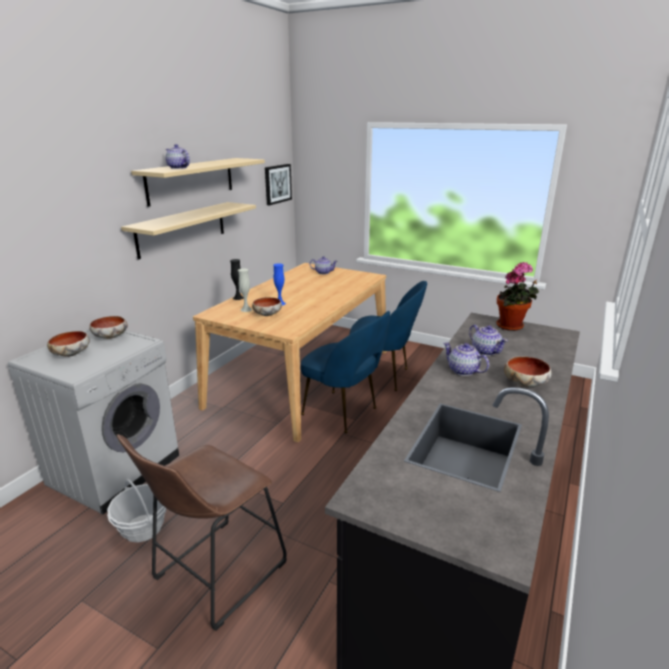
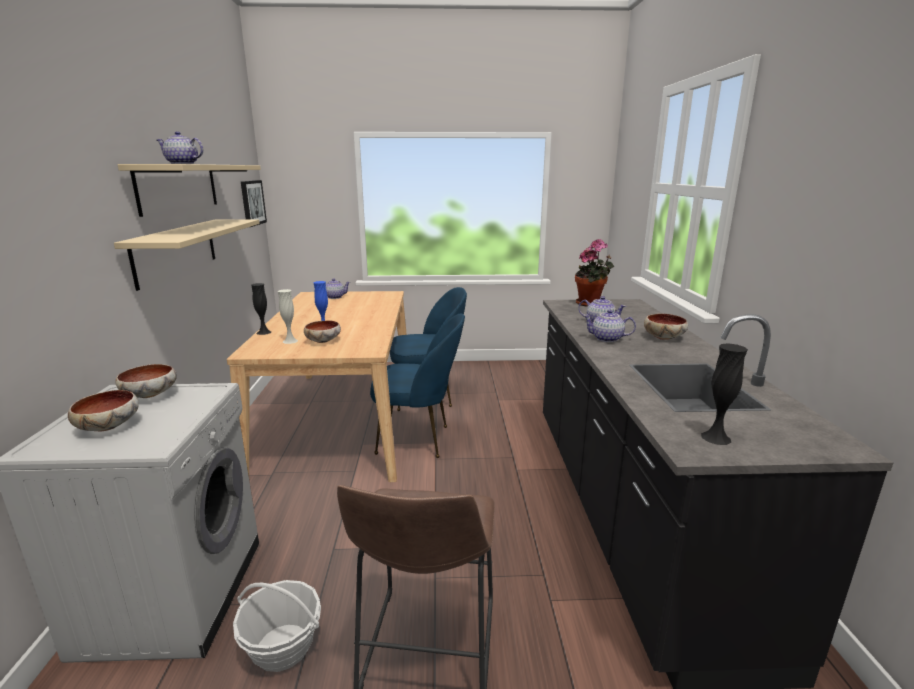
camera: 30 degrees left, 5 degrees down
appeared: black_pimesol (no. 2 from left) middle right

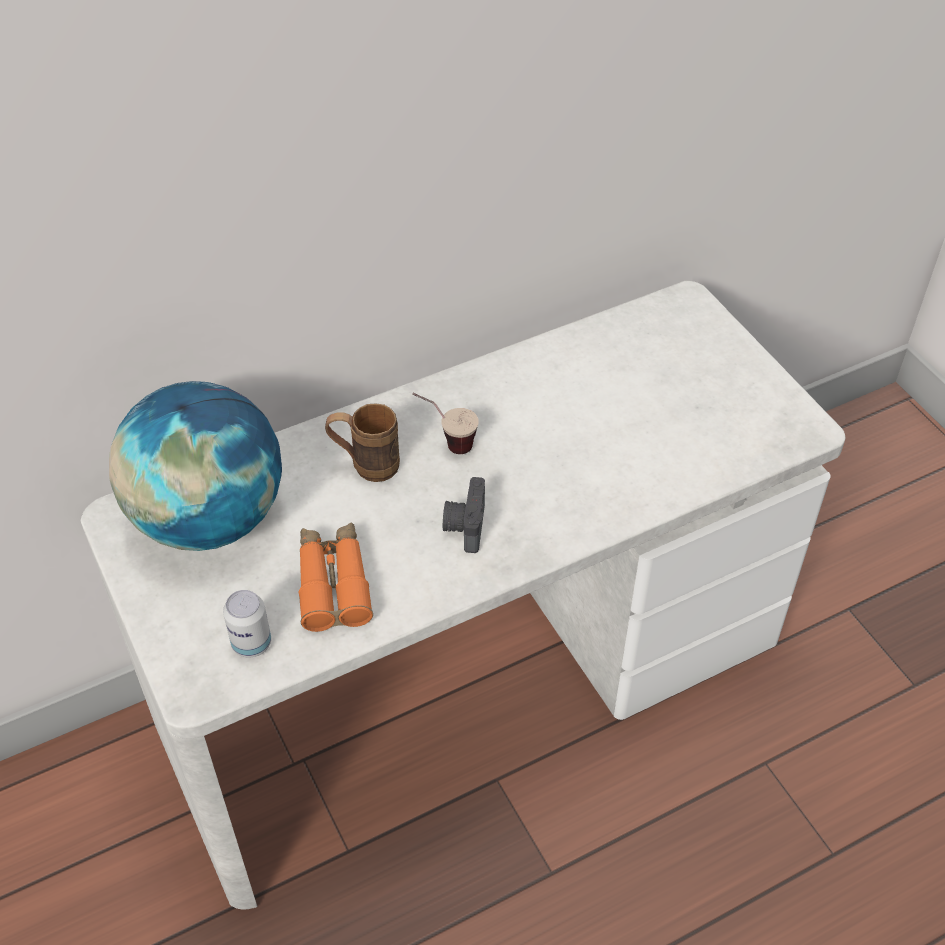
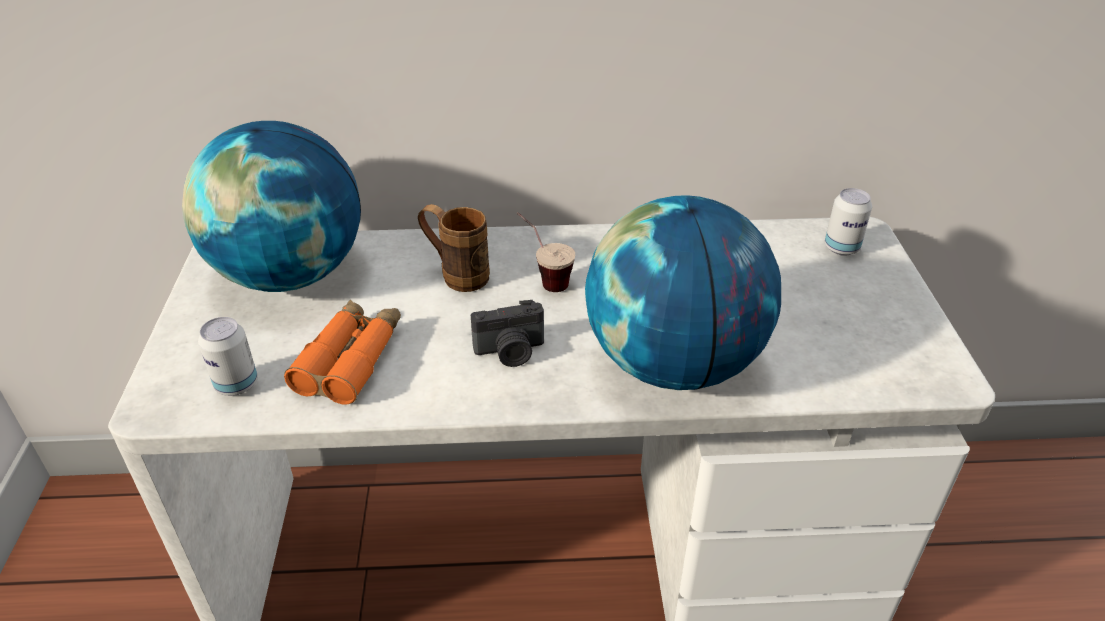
camera: 25 degrees right, 10 degrees down
appeared: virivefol (no. 2 from left) centre; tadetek (no. 2 from left) middle right
spun: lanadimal centre = centre 135 degrees counterclockwise

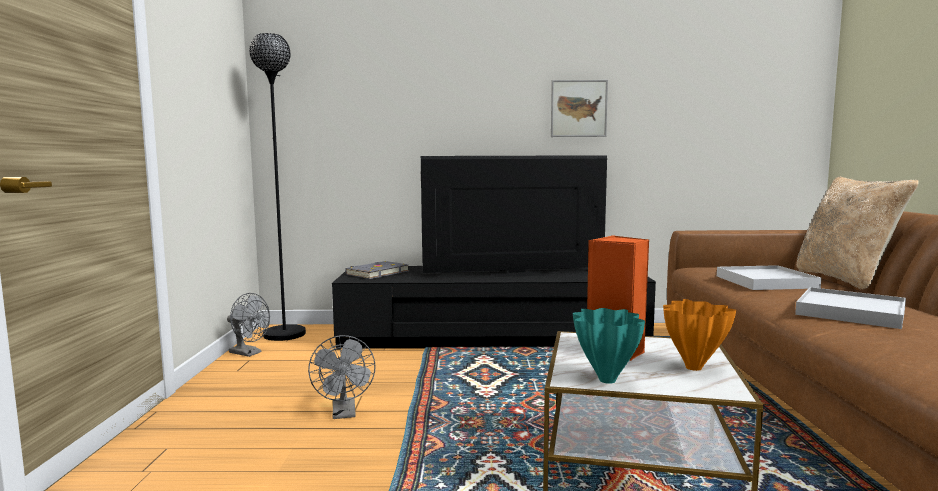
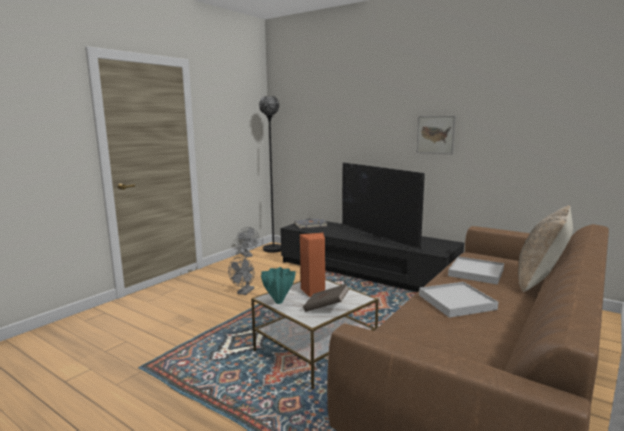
camera: 35 degrees right, 5 degrees up
exchanged: orange_pimesol bottom right to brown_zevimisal bottom centre
spun: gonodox centre = centre 150 degrees counterclockwise

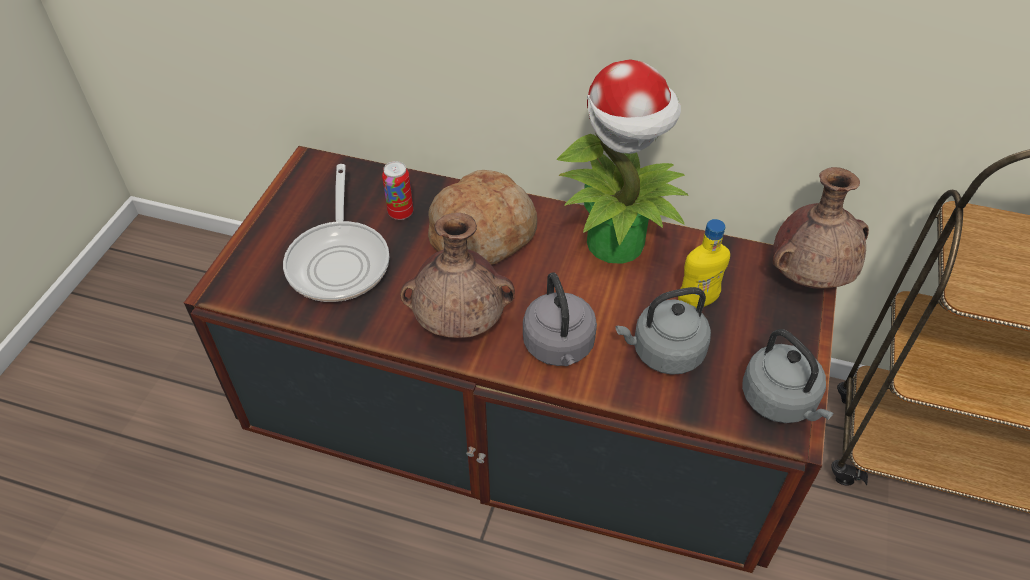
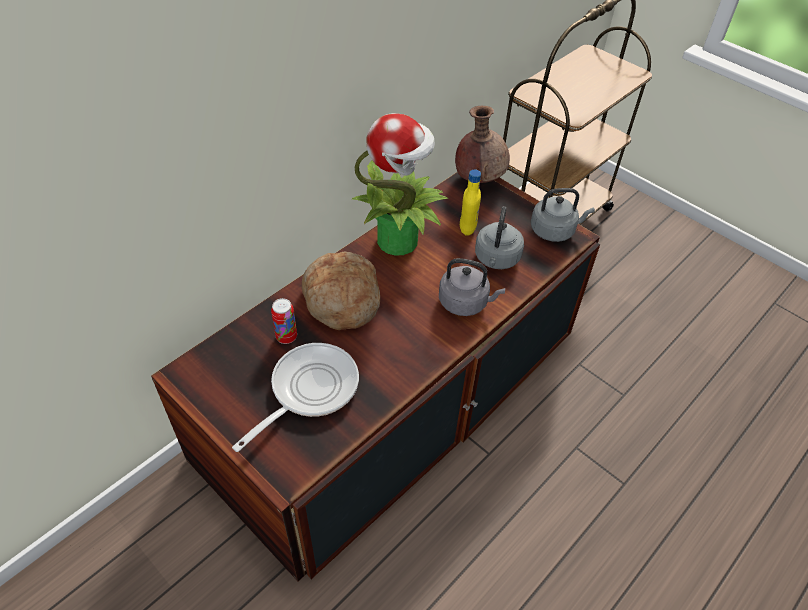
camera: 65 degrees left, 0 degrees up
missing: brown_pimesol (no. 1 from left) centre
spun: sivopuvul middle left = centre 75 degrees counterclockwise

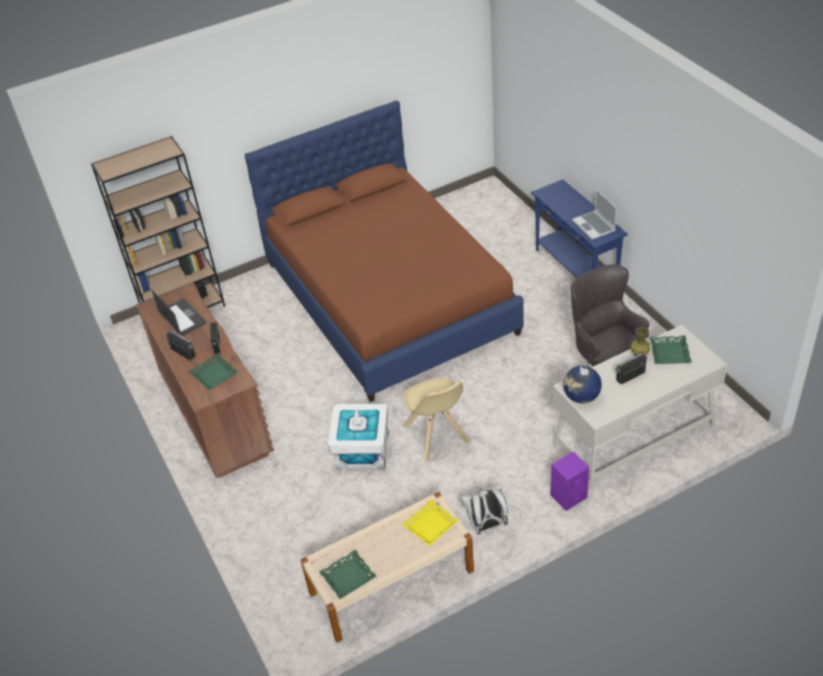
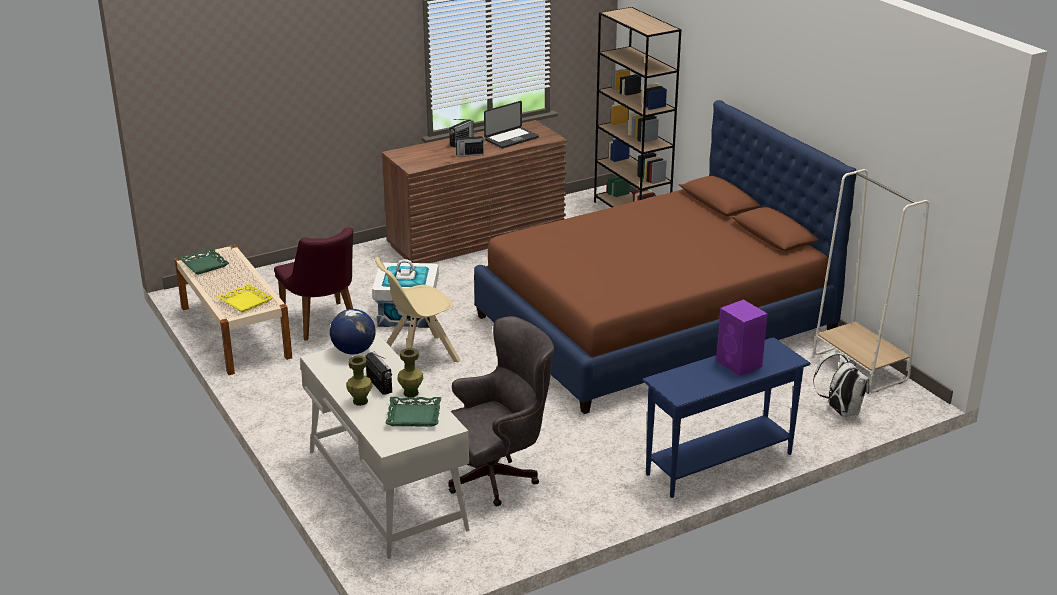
camera: 85 degrees right, 15 degrees down
missing: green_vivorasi (no. 1 from left) middle left; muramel (no. 2 from left) top right
appeared: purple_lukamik middle left; green_pimesol (no. 1 from left) centre; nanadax middle right
relocated: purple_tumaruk bottom right to middle right; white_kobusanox bottom centre to middle right

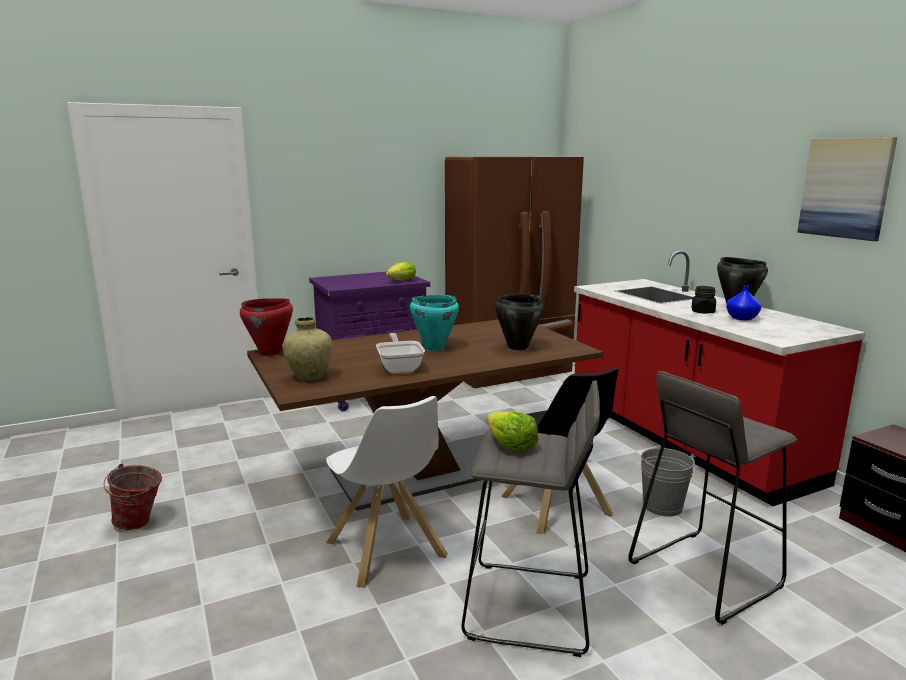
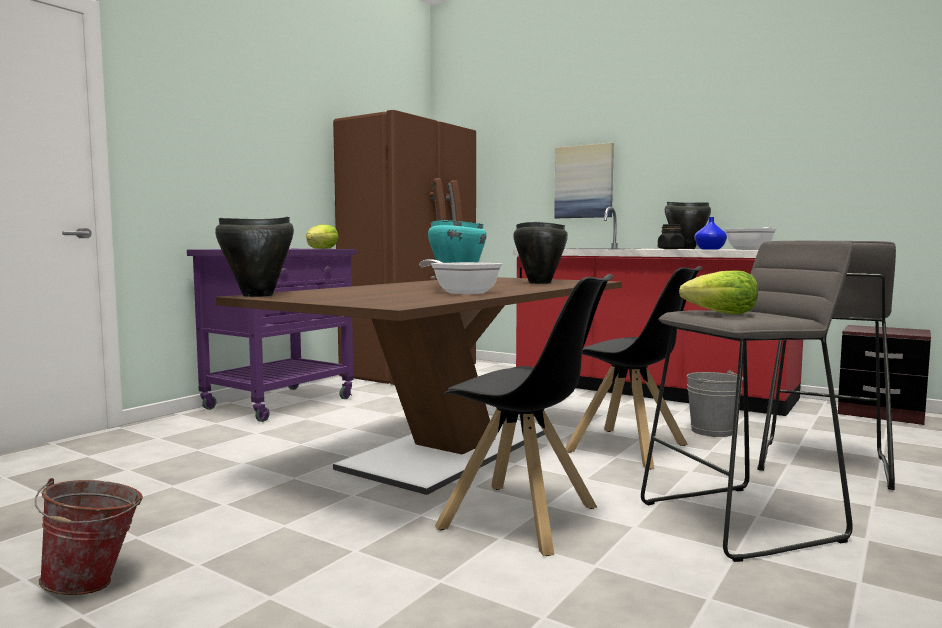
camera: 30 degrees left, 10 degrees down
missing: beige_pimesol centre
appeared: sivopuvul (no. 2 from left) middle right
relocated: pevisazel top right to top centre
colour: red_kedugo middle left to black_kedugo (no. 1 from left) middle left; white_lukamik bottom centre to black_lukamik (no. 1 from left) centre

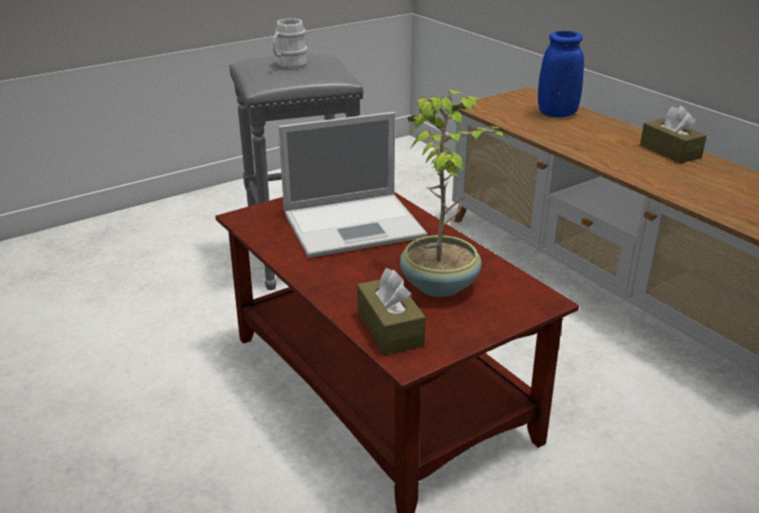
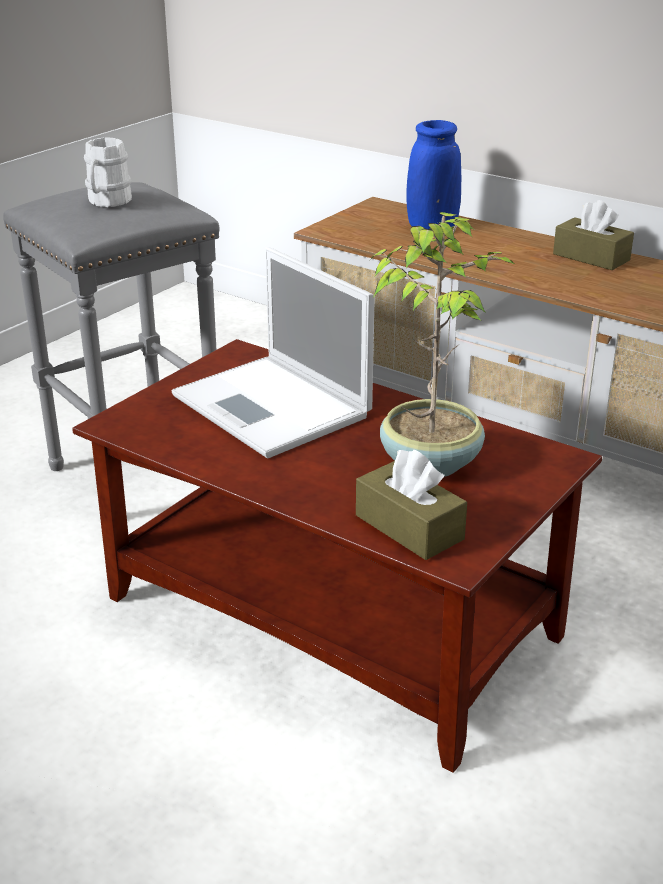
camera: 20 degrees left, 0 degrees up
spun: muramel centre = centre 90 degrees clockwise

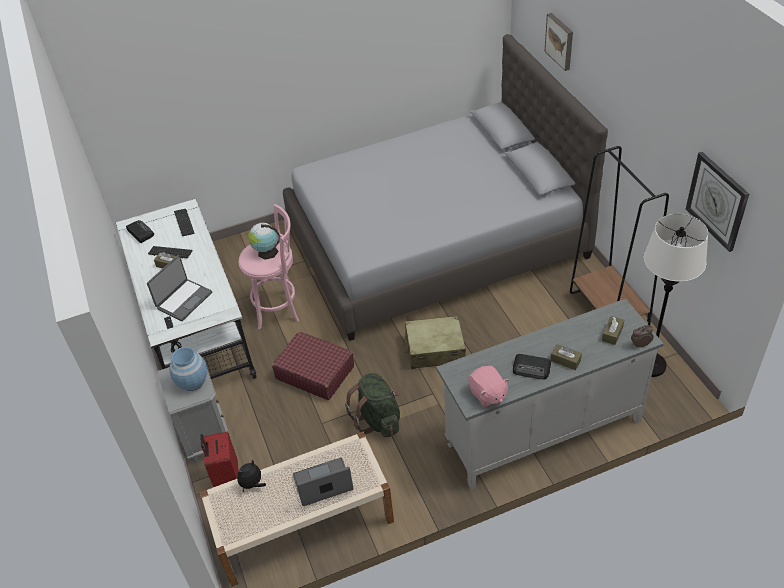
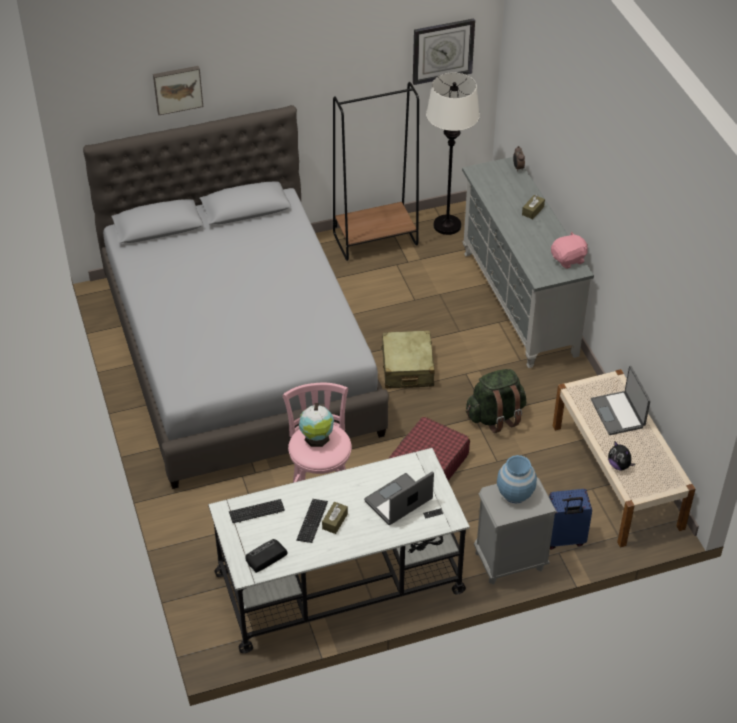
camera: 90 degrees left, 0 degrees up
missing: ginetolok (no. 2 from left) middle right; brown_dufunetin (no. 3 from left) middle right
colour: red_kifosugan (no. 1 from left) bottom left to blue_kifosugan bottom right
spun: muramel (no. 1 from left) middle left = bottom centre 75 degrees counterclockwise

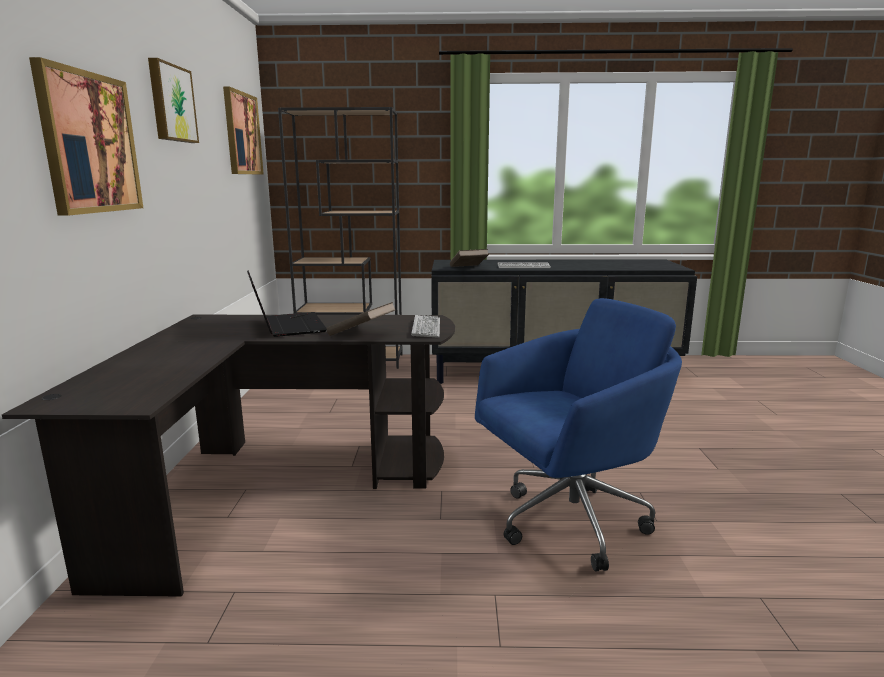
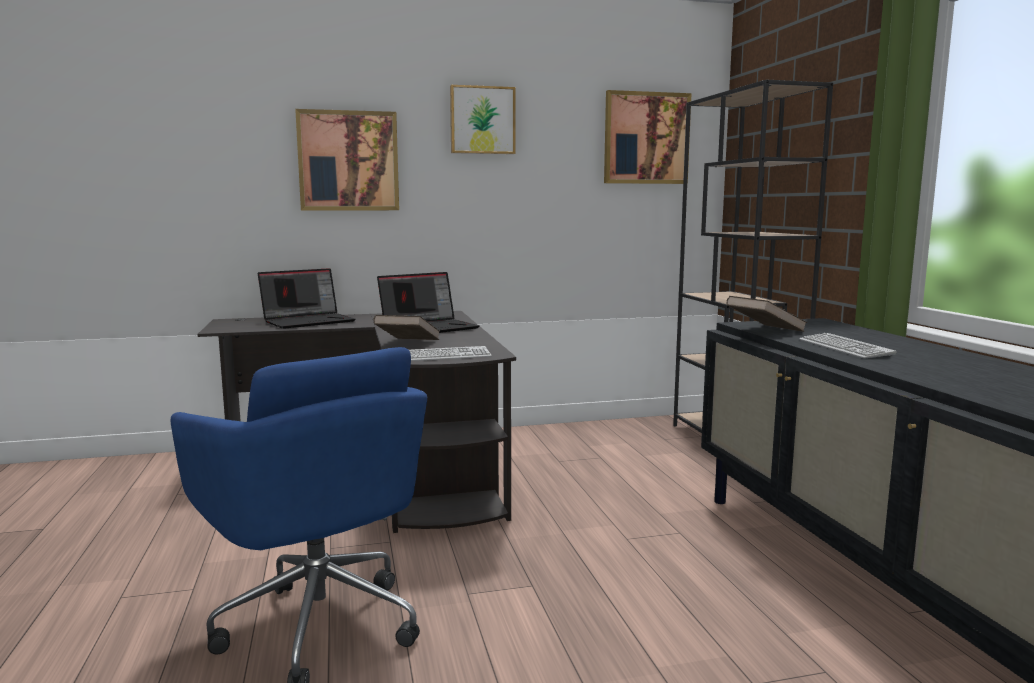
camera: 75 degrees right, 5 degrees down
appeared: muramel (no. 1 from left) middle left

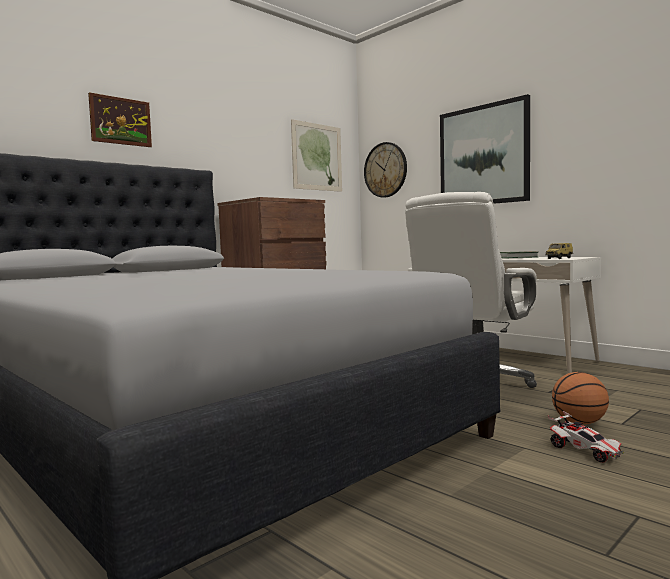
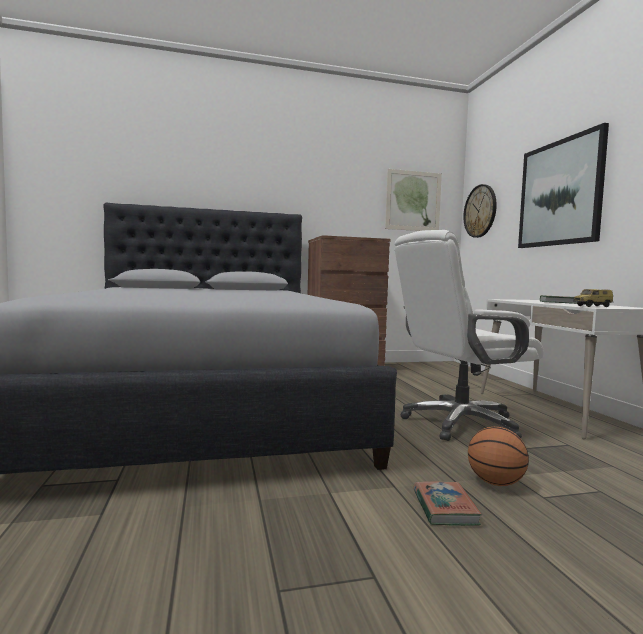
camera: 30 degrees right, 0 degrees up
missing: pevisazel (no. 1 from left) top left
exchanged: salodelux (no. 2 from left) bottom right to zevimisal (no. 1 from left) bottom right

